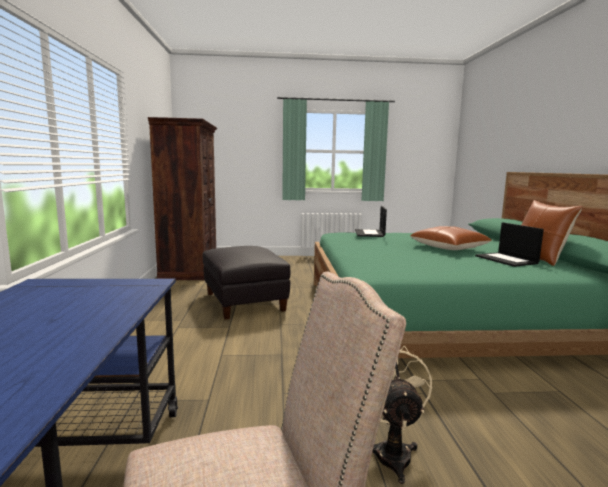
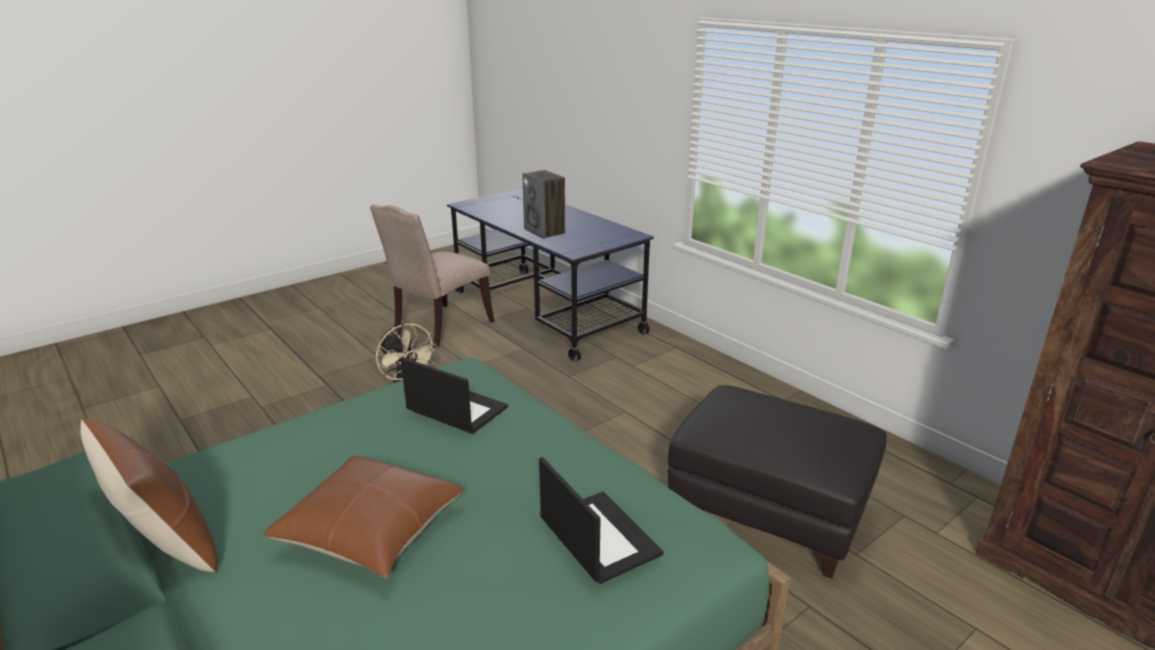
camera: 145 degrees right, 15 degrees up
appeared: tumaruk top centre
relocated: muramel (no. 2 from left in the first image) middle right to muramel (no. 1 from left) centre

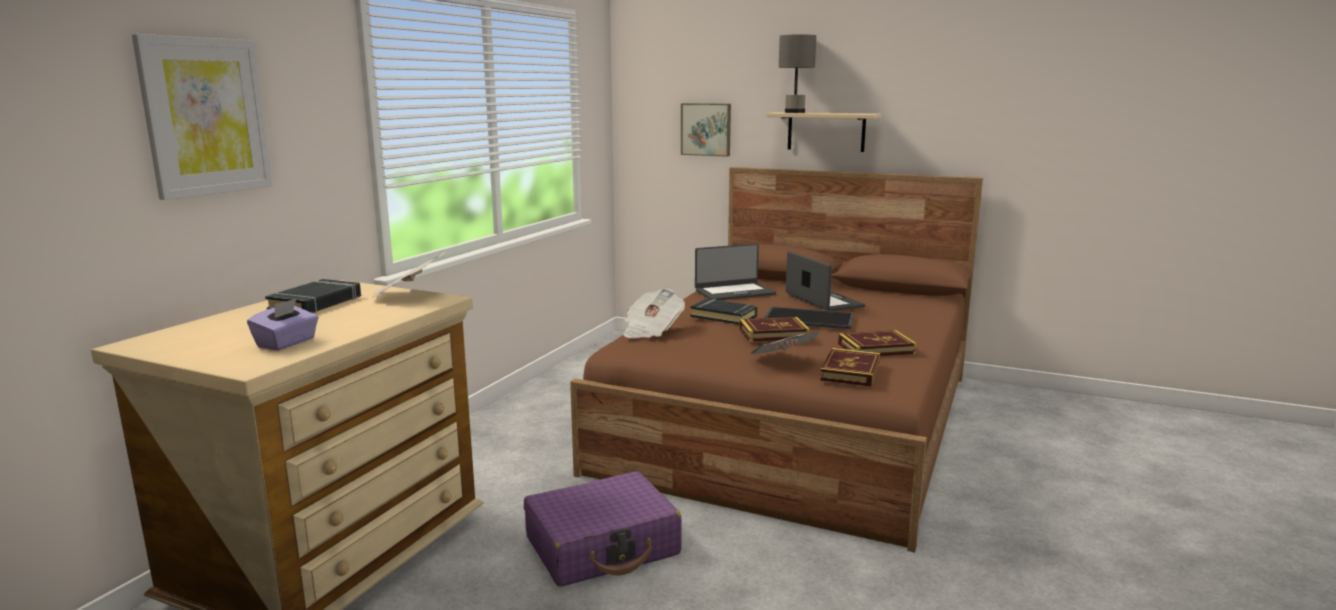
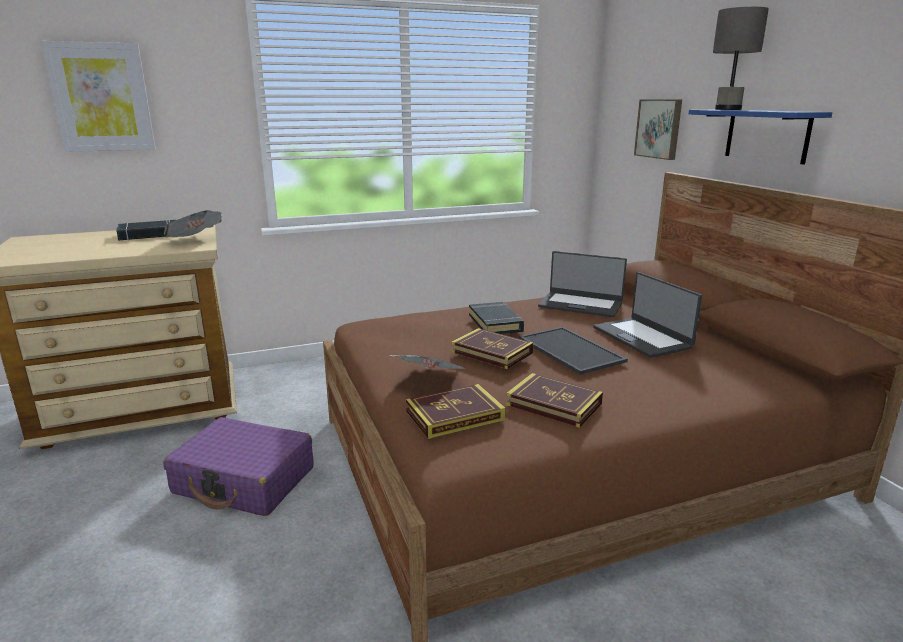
camera: 45 degrees right, 5 degrees up
missing: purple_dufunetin middle left; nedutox (no. 2 from left) centre
colour: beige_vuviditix top centre to blue_vuviditix top right
spun: muramel (no. 2 from left) centre = middle right 135 degrees clockwise

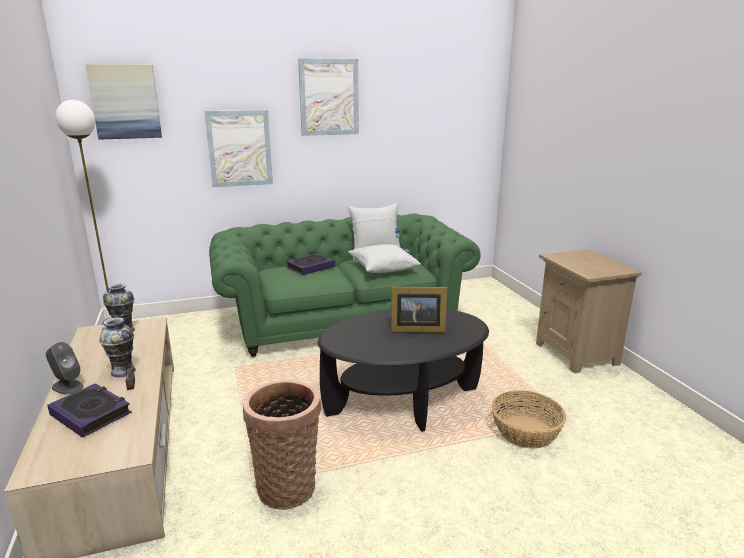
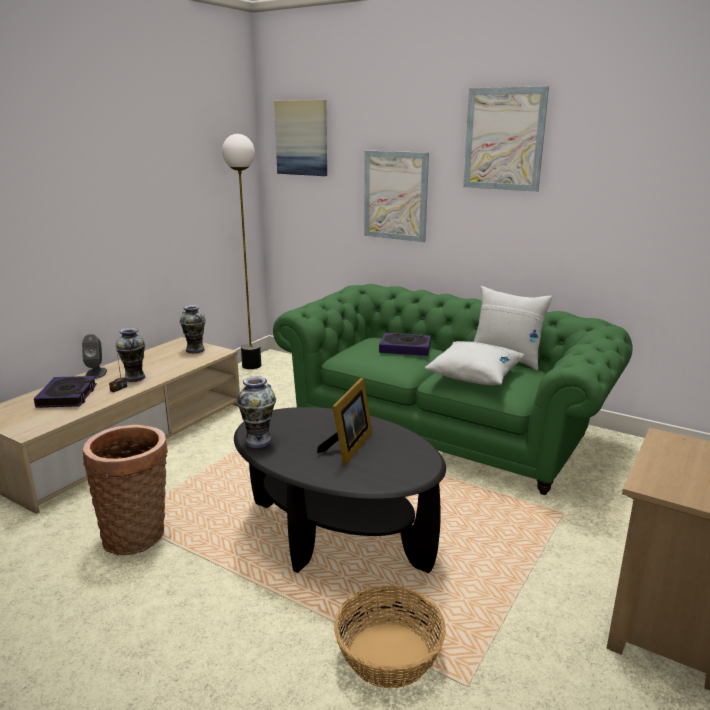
camera: 50 degrees right, 0 degrees up
appeared: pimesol (no. 3 from left) centre
spun: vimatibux centre = centre 120 degrees counterclockwise

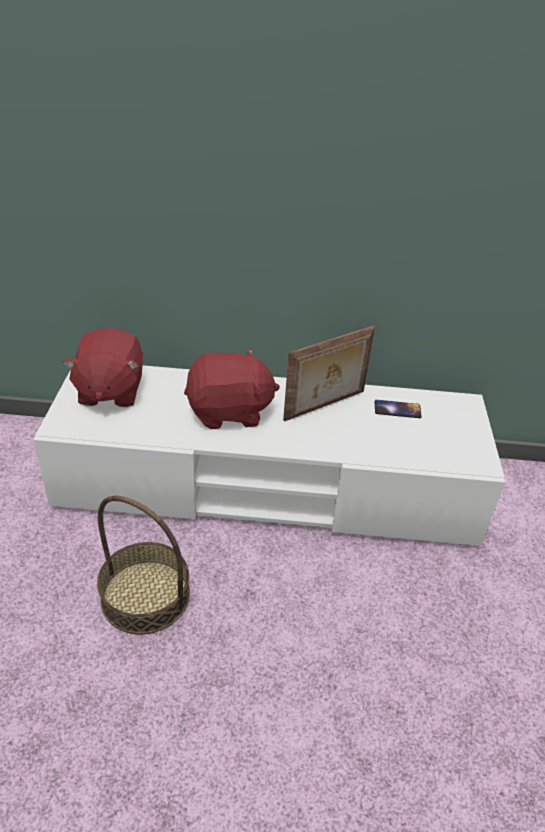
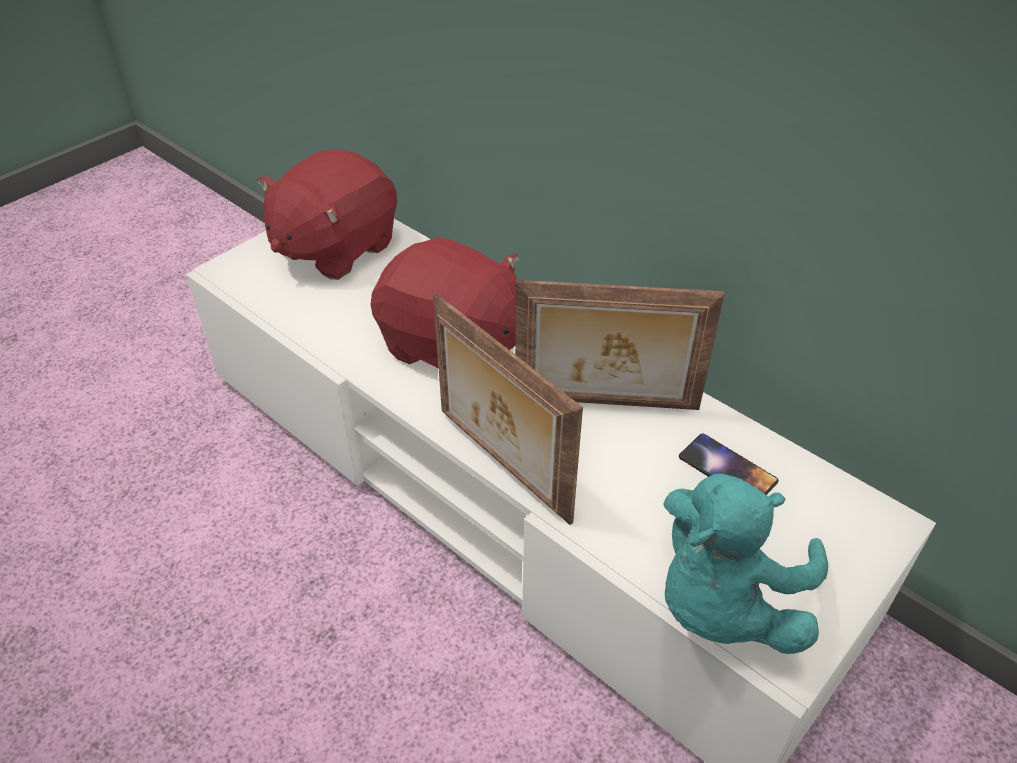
camera: 40 degrees right, 5 degrees up
missing: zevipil bottom left
appeared: vimatibux (no. 1 from left) centre; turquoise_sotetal bottom right

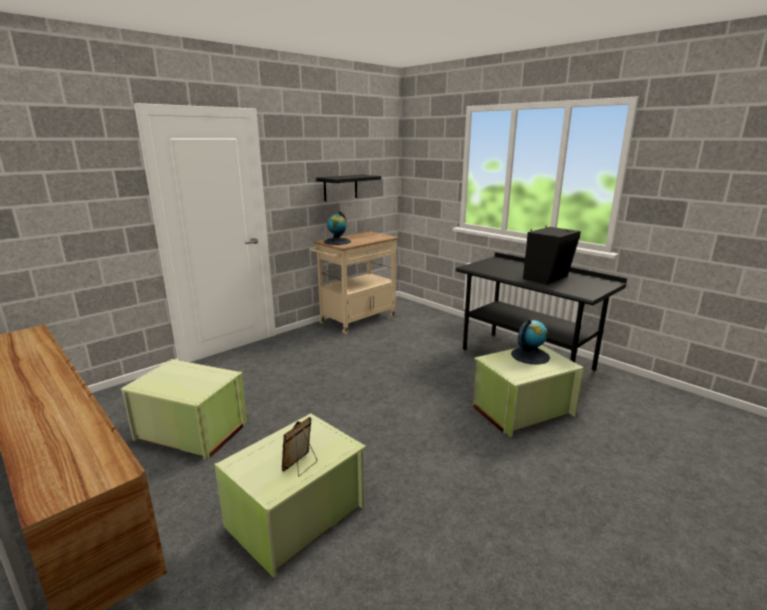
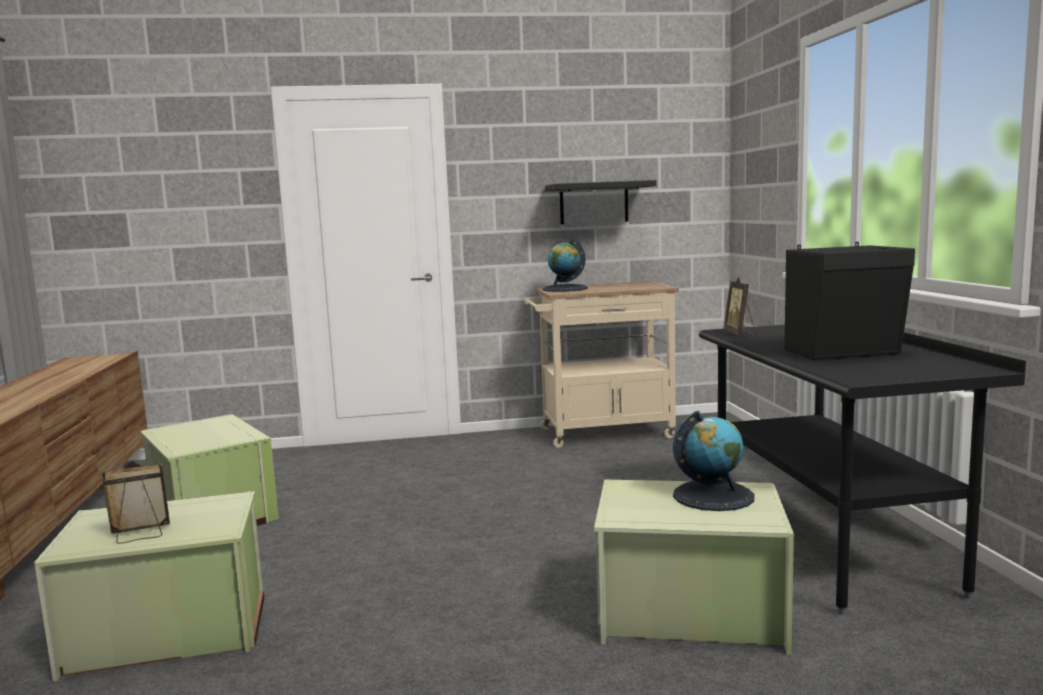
camera: 35 degrees right, 10 degrees down
appeared: vimatibux (no. 2 from left) middle right

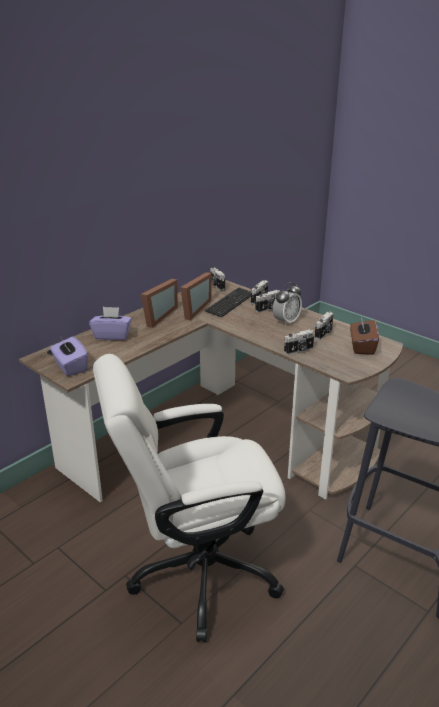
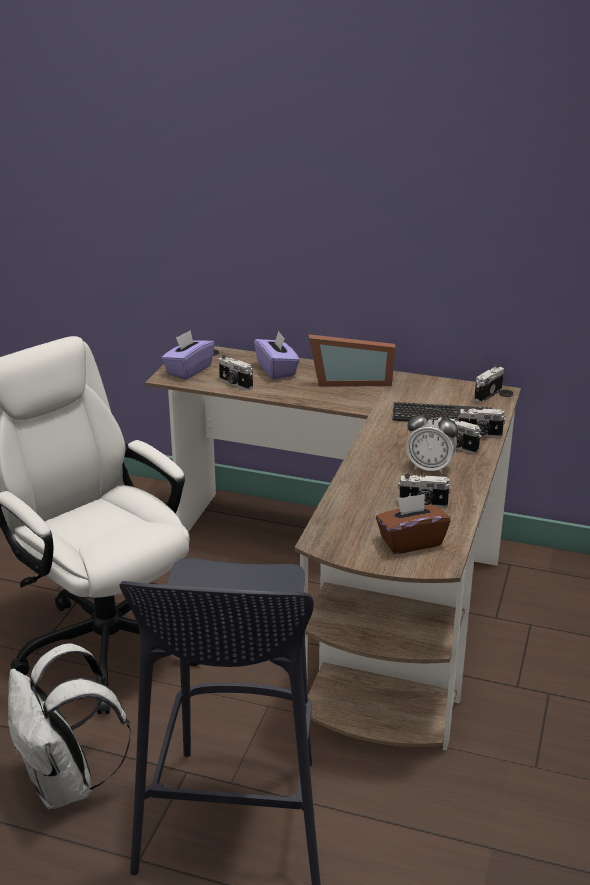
camera: 65 degrees right, 0 degrees up
missing: vimatibux (no. 2 from left) centre
appeared: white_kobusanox bottom left
relocated: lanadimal (no. 4 from left in the first image) middle right to lanadimal (no. 1 from left) centre

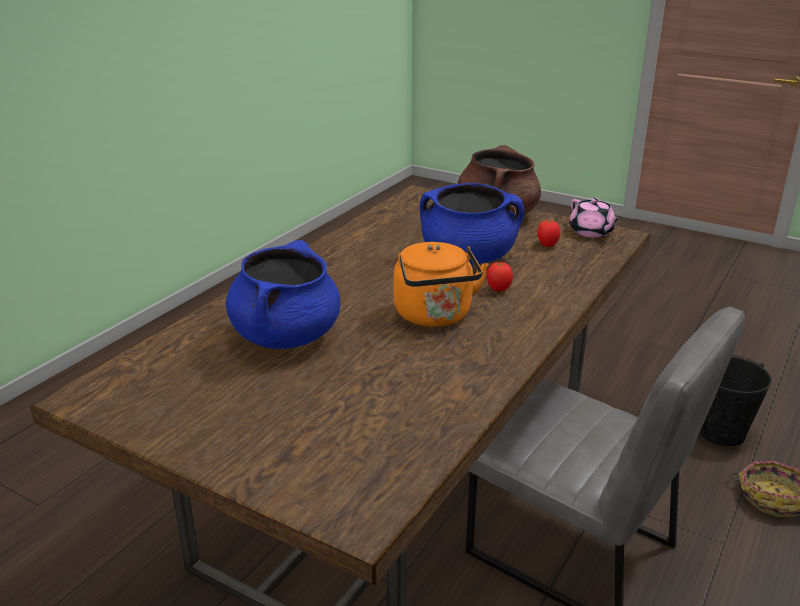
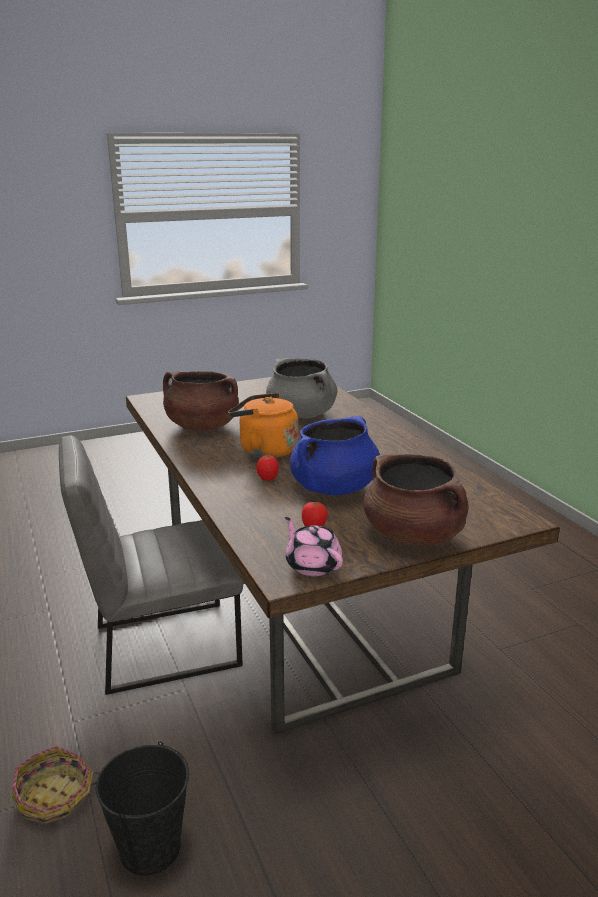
camera: 125 degrees right, 5 degrees down
appeared: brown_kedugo (no. 1 from left) centre
colour: blue_kedugo (no. 1 from left) centre to grey_kedugo centre
spun: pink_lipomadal middle right = centre 45 degrees clockwise

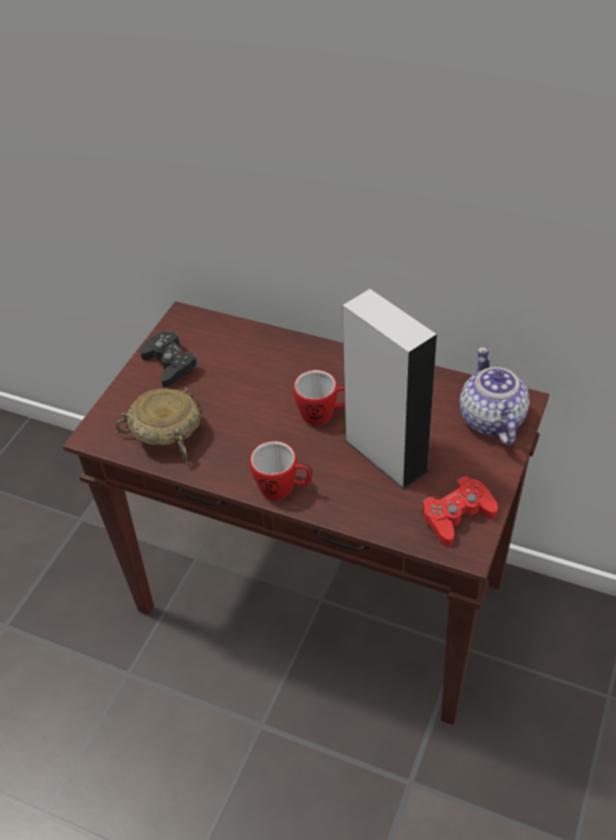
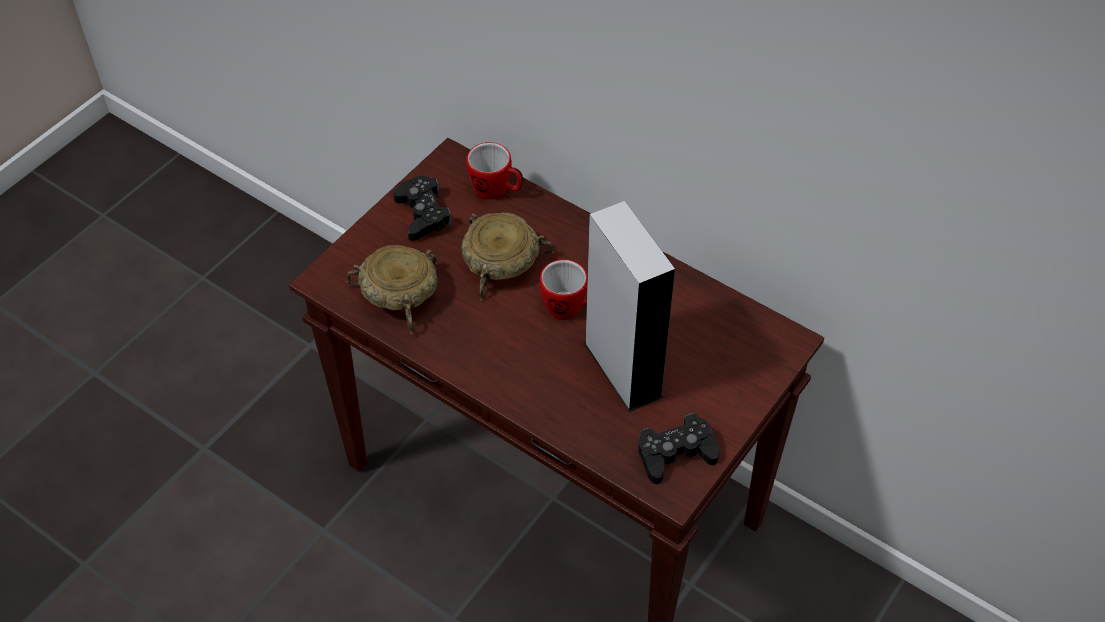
camera: 10 degrees right, 5 degrees up
missing: lipomadal middle right
appeared: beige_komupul (no. 2 from left) centre
relocated: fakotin (no. 1 from left) centre to top centre
colour: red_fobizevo middle right to black_fobizevo (no. 2 from left) bottom centre

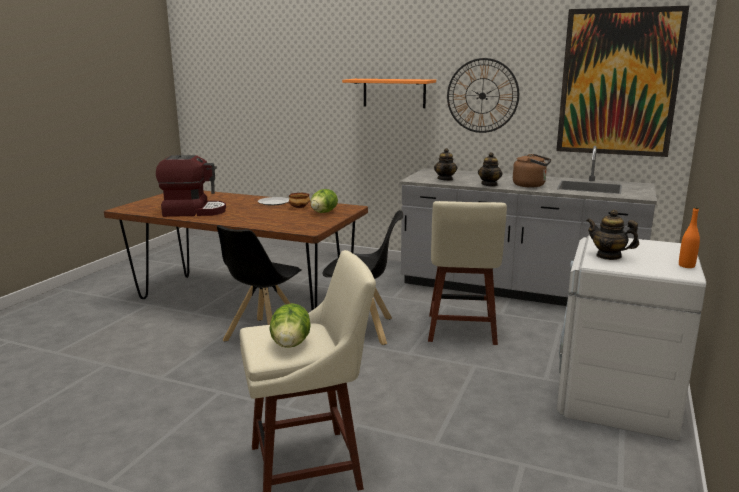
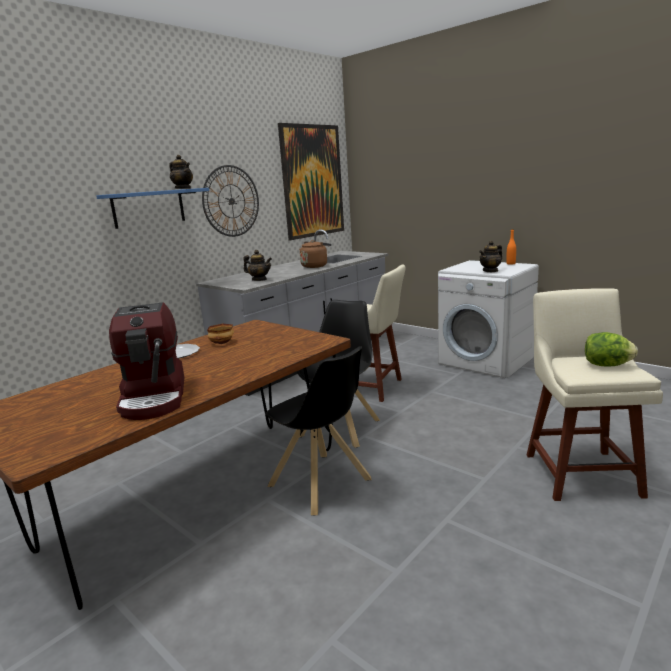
camera: 70 degrees left, 0 degrees up
missing: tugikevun (no. 2 from left) centre
relocated: lipomadal (no. 2 from left in the first image) centre to lipomadal (no. 1 from left) top left
colour: orange_vuviditix top centre to blue_vuviditix top left
spun: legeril middle left = middle left 150 degrees clockwise

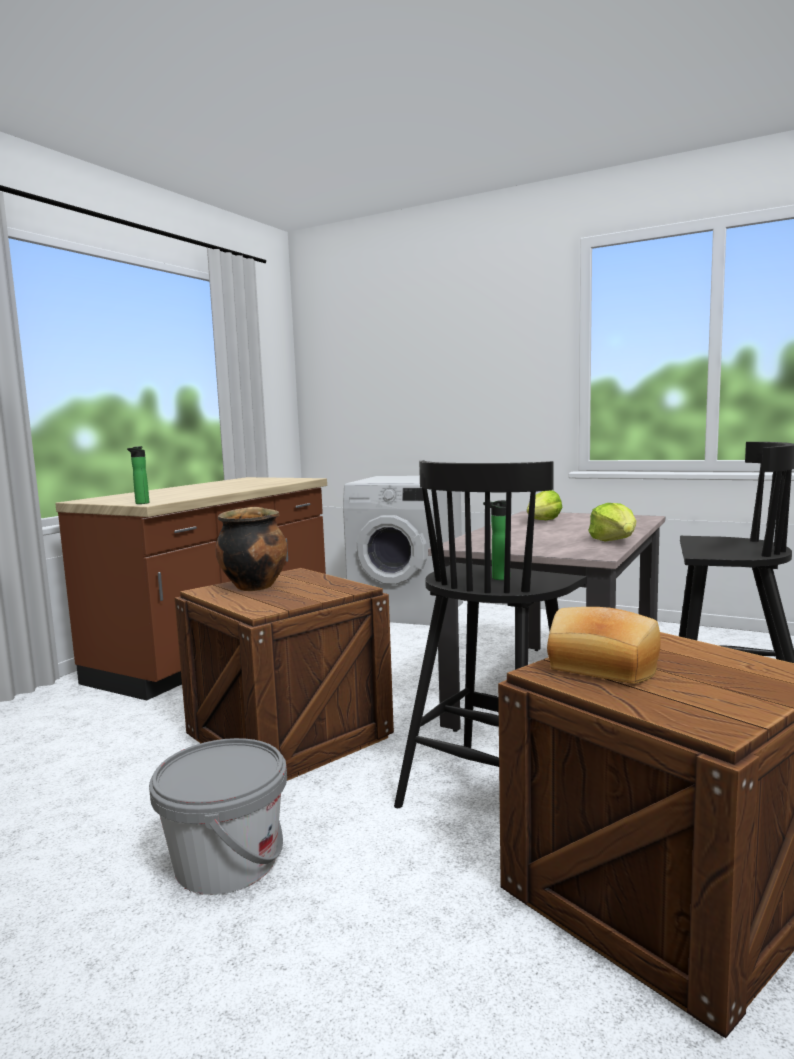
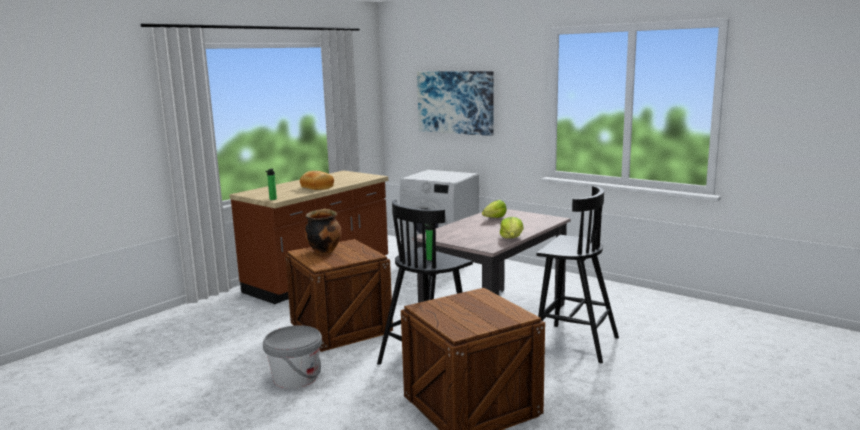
camera: 10 degrees right, 5 degrees up
appeared: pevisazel top centre
relocated: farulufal middle right to centre

